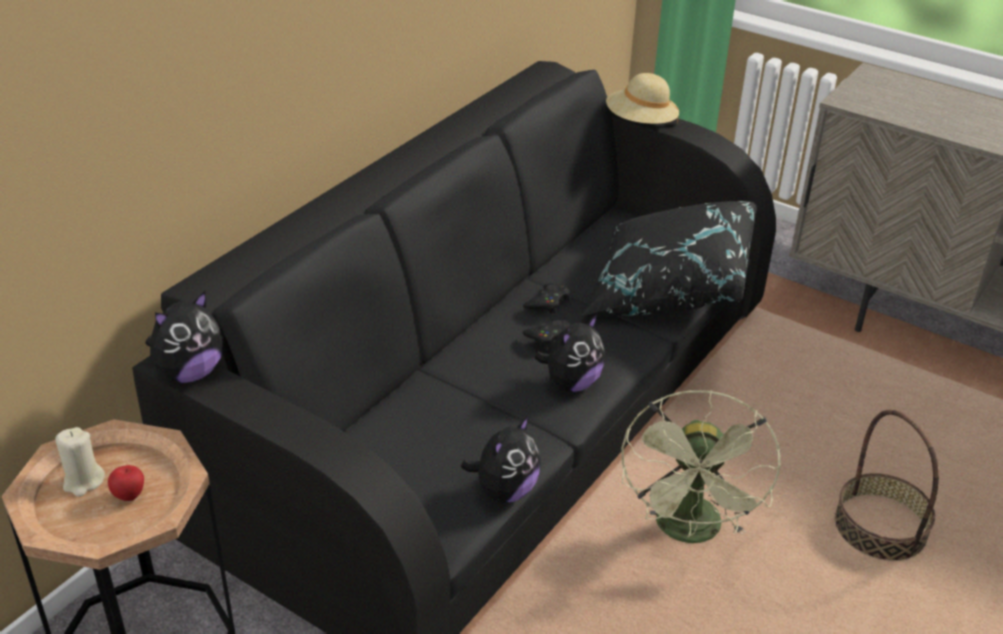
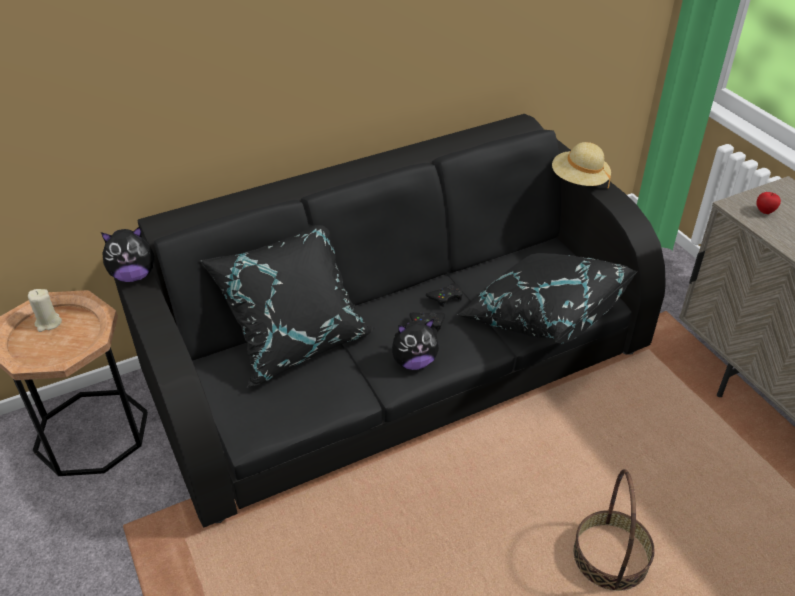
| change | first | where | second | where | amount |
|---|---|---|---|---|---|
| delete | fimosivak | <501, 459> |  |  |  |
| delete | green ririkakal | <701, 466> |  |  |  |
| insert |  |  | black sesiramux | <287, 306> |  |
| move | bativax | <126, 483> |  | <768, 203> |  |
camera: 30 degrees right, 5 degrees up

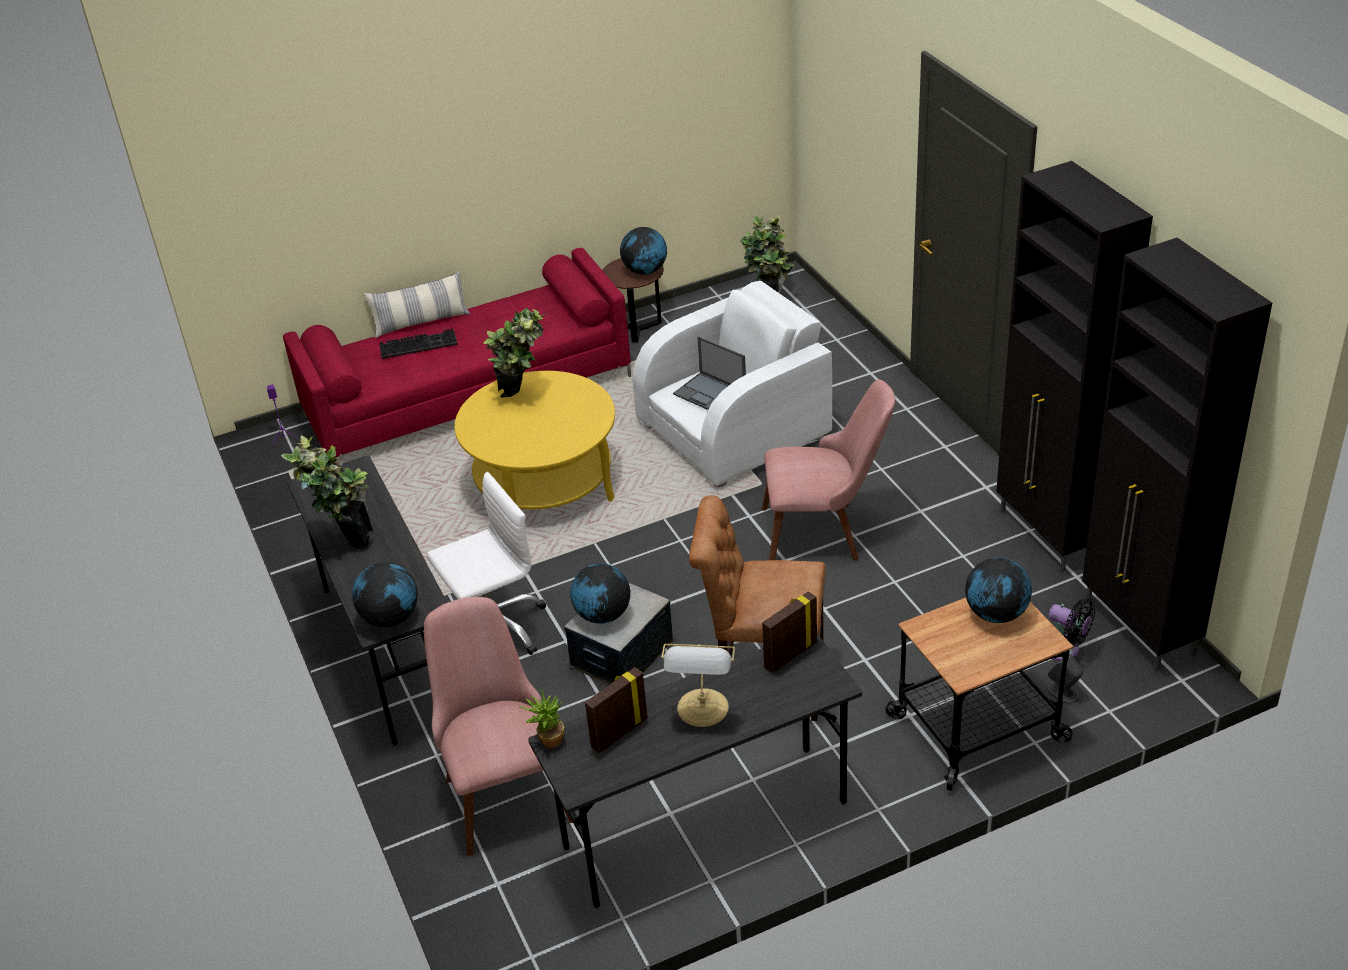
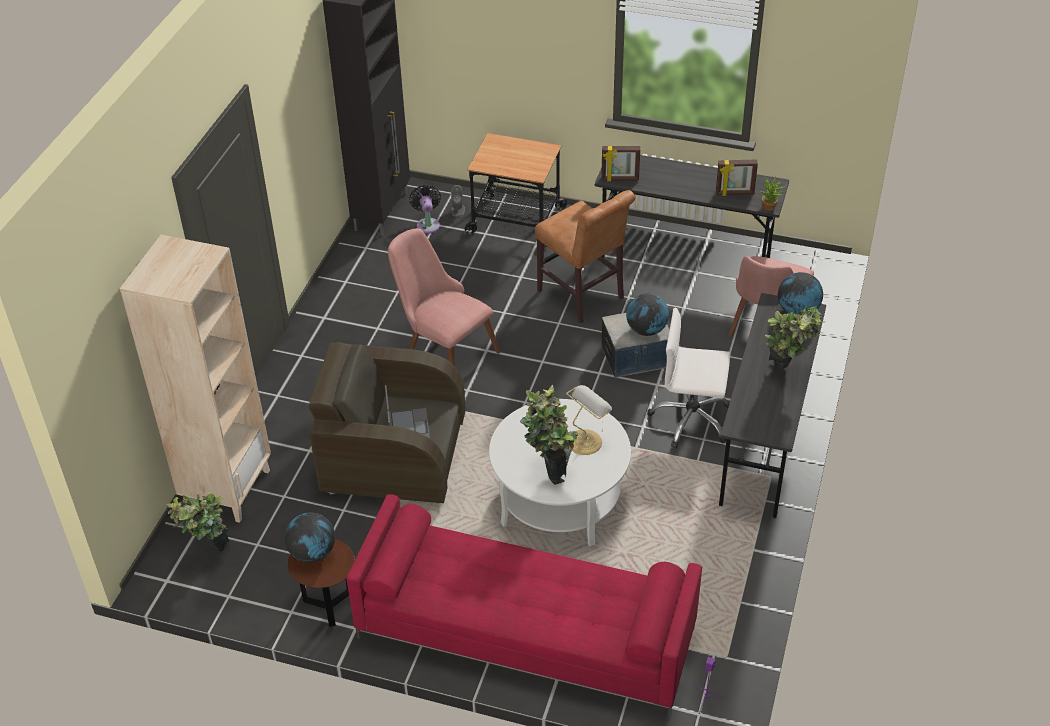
| change | first | where | second | where | amount |
|---|---|---|---|---|---|
| delete | sesiramux | <417, 304> |  |  |  |
| delete | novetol | <418, 343> |  |  |  |
| delete | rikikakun | <998, 590> |  |  |  |
| delete | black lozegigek | <1074, 367> |  |  |  |
| insert |  |  | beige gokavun | <195, 379> |  |
| move | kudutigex | <698, 685> |  | <589, 420> |  |
| recolor | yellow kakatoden | <535, 440> | white kakatoden | <560, 472> |  |
| recolor | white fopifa | <732, 384> | brown fopifa | <387, 423> |  |
camera: 140 degrees left, 5 degrees up

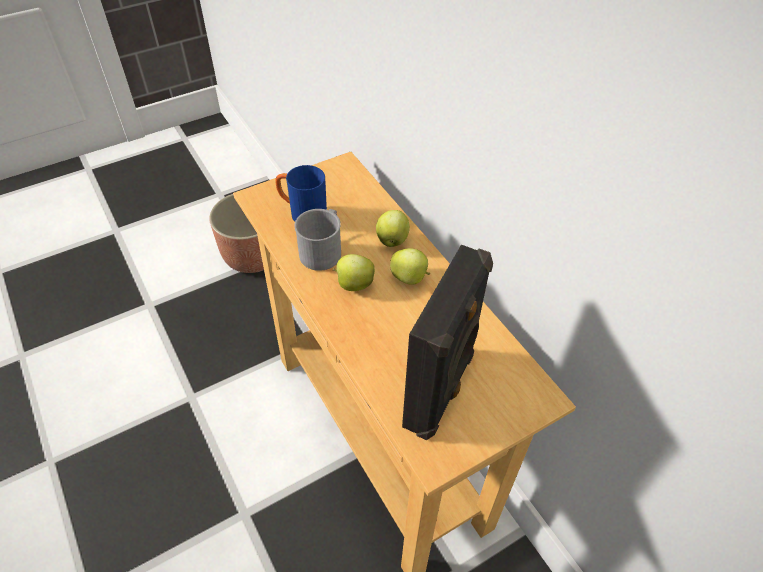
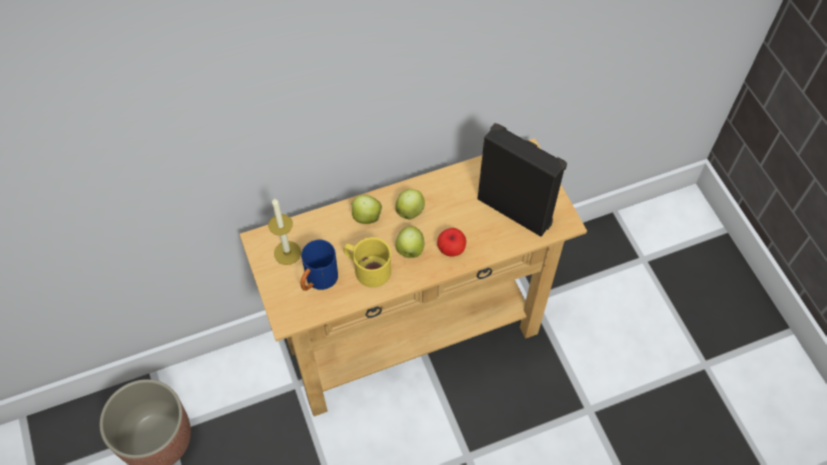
| change | first | where | second | where | amount |
|---|---|---|---|---|---|
| insert |  |  | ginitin | <284, 231> |  |
| insert |  |  | bativax | <451, 242> |  |
| recolor | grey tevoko | <317, 240> | yellow tevoko | <367, 262> |  |
camera: 80 degrees left, 10 degrees up

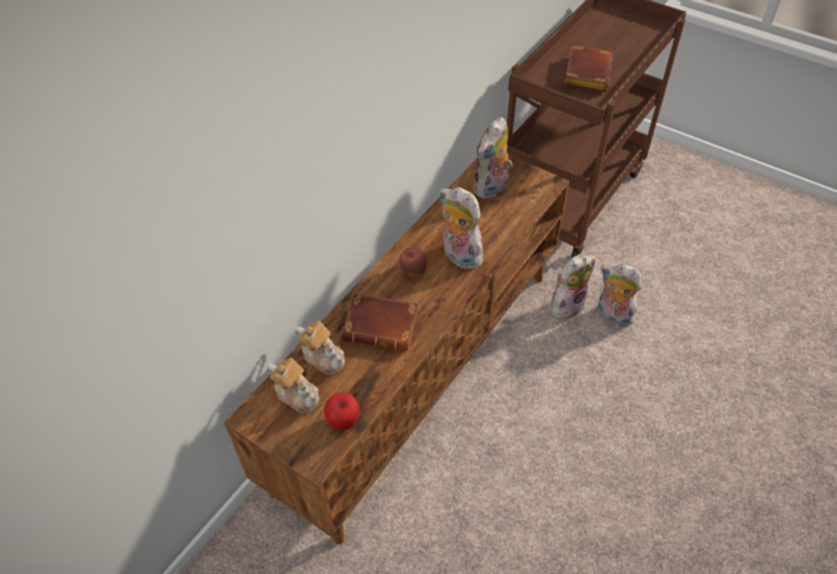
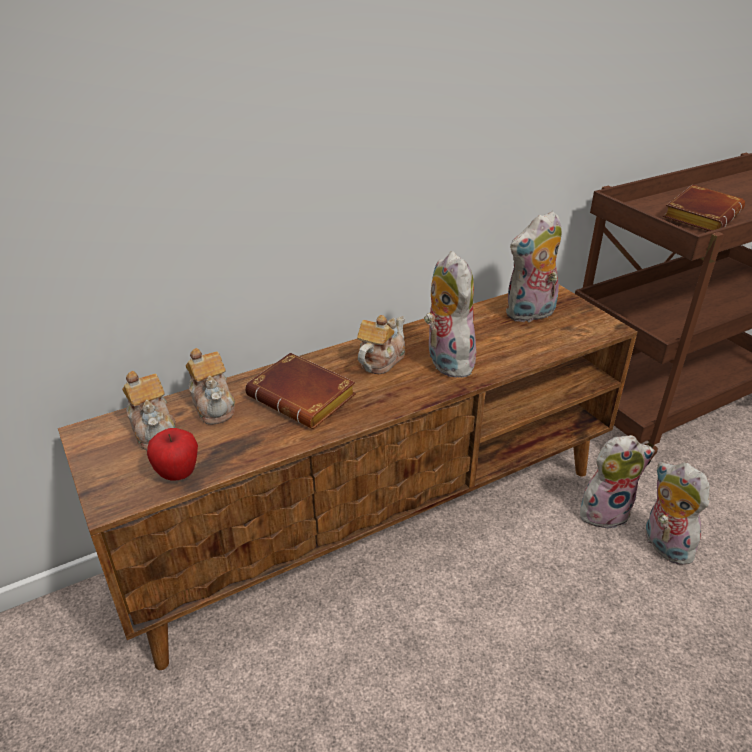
| change | first | where | second | where | amount |
|---|---|---|---|---|---|
| replace | bativax | <413, 262> | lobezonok | <381, 344> |  |
camera: 25 degrees right, 15 degrees down

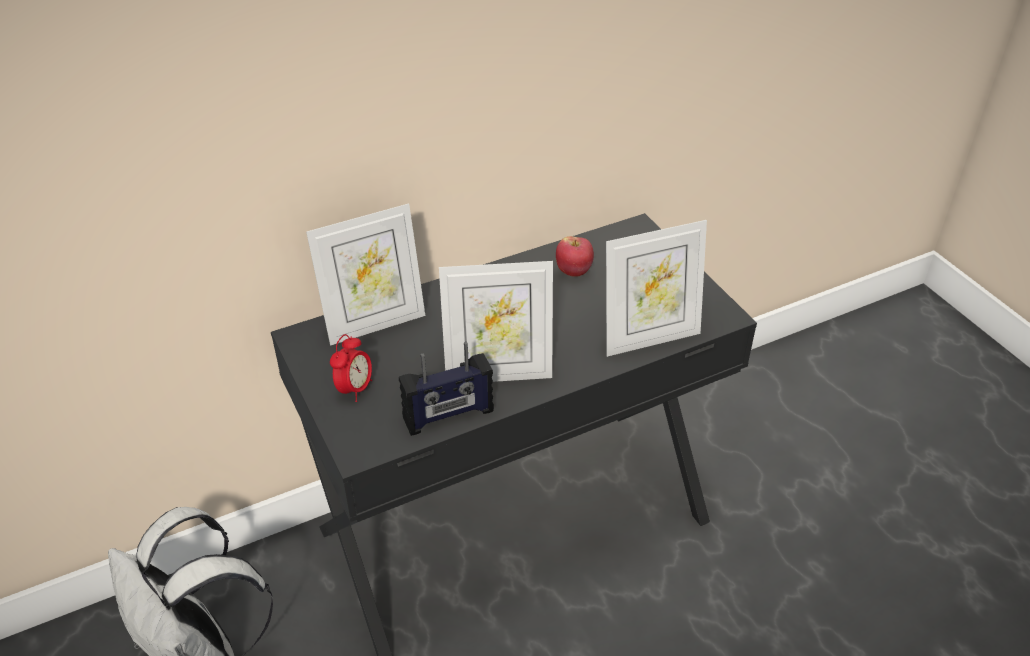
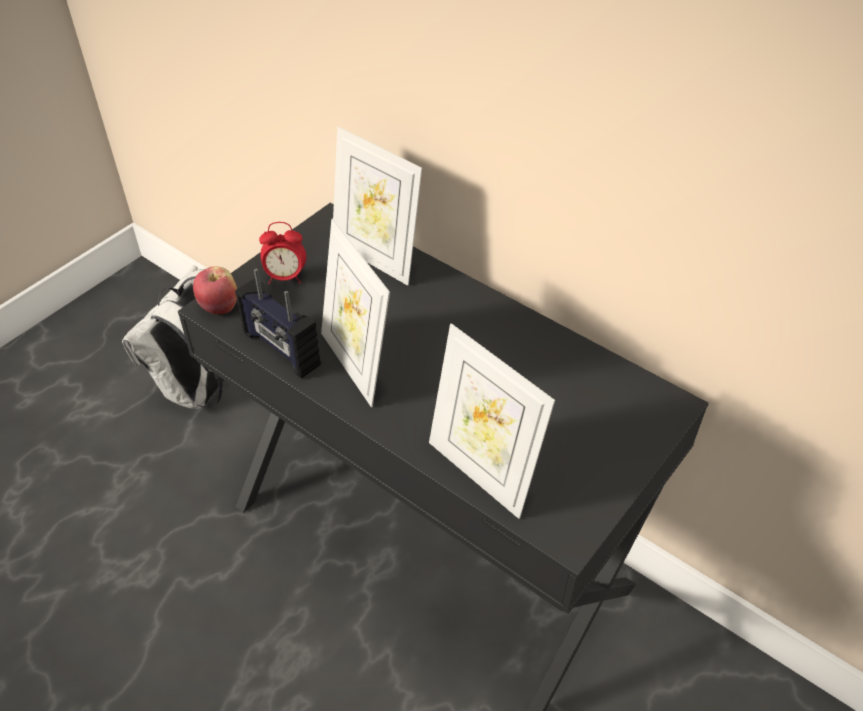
| change | first | where | second | where | amount |
|---|---|---|---|---|---|
| move | bativax | <575, 256> |  | <215, 290> |  |
camera: 65 degrees right, 5 degrees up

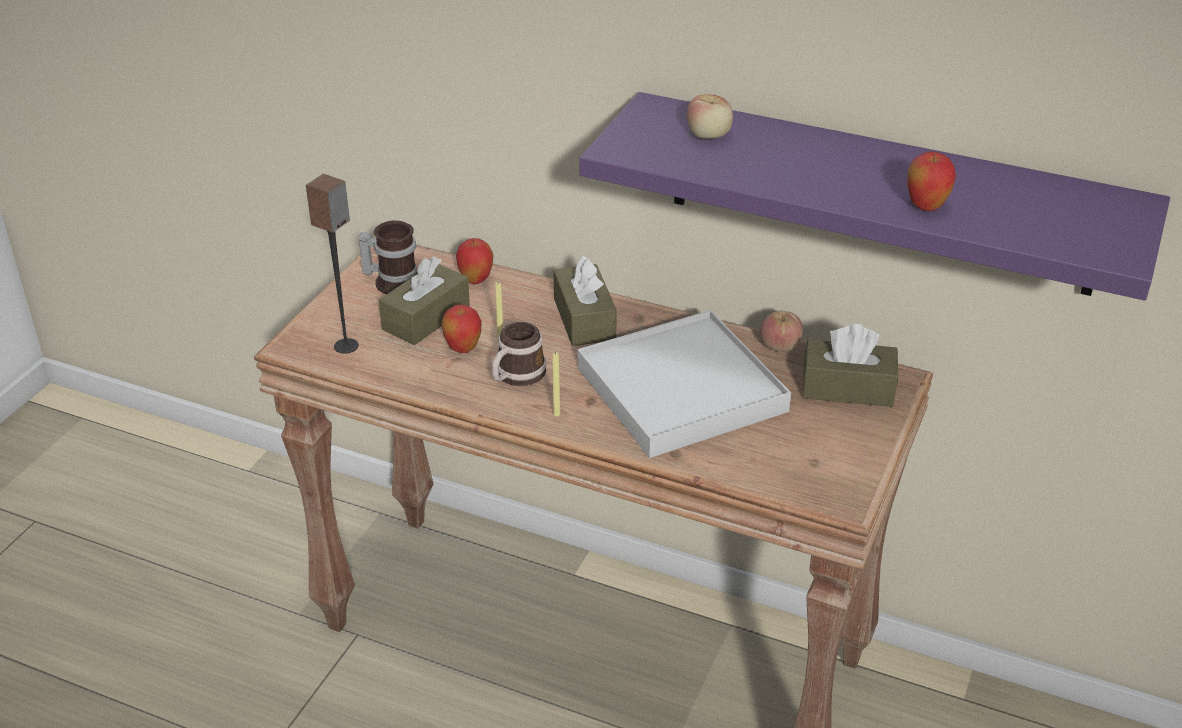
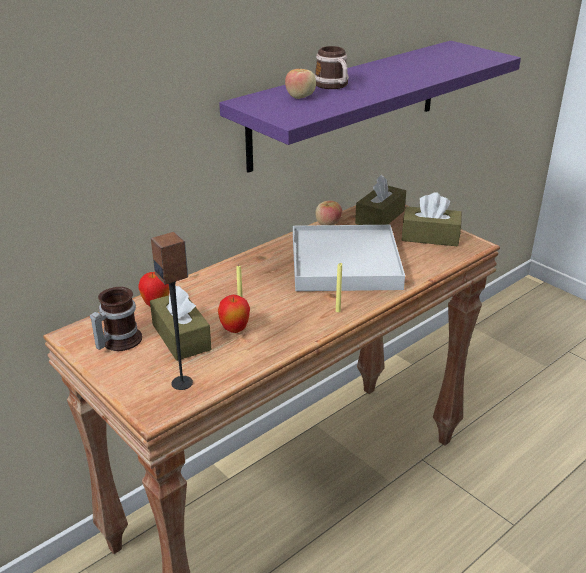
| change | first | where | second | where | amount |
|---|---|---|---|---|---|
| delete | bativax | <931, 181> |  |  |  |
| move | tevoko | <519, 354> |  | <331, 67> |  |
| move | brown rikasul | <585, 300> |  | <432, 219> |  |
camera: 65 degrees left, 5 degrees down

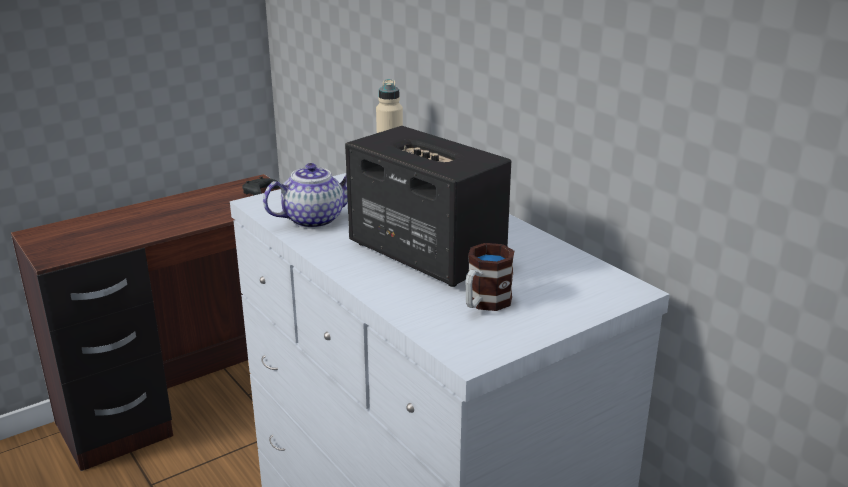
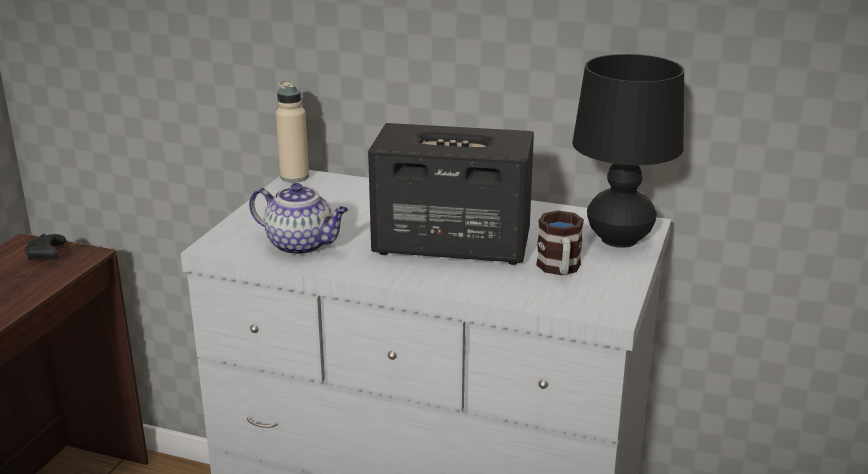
| change | first | where | second | where | amount |
|---|---|---|---|---|---|
| insert |  |  | black kudutigex | <628, 151> |  |
| rotate | lobezonok | <305, 196> |  | <298, 219> | 90 degrees clockwise |
camera: 35 degrees left, 0 degrees up

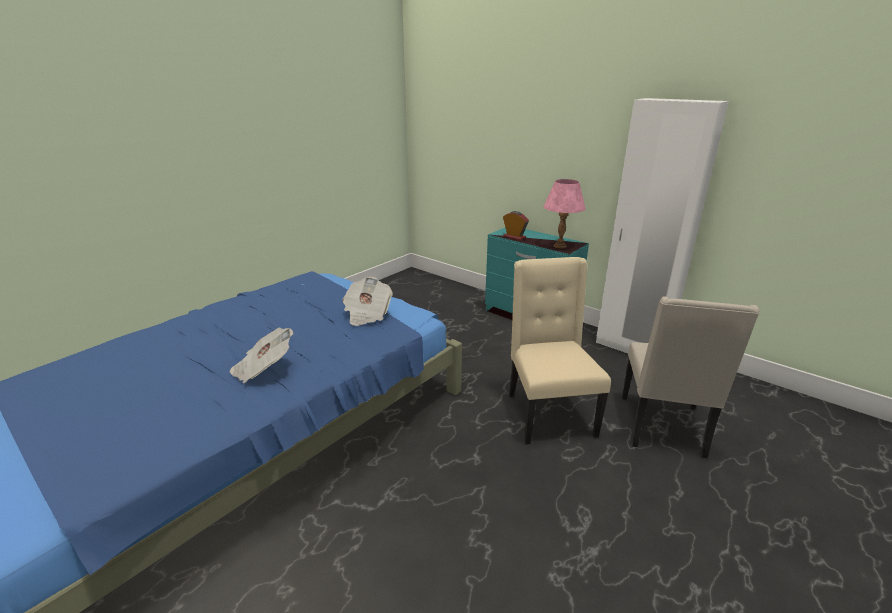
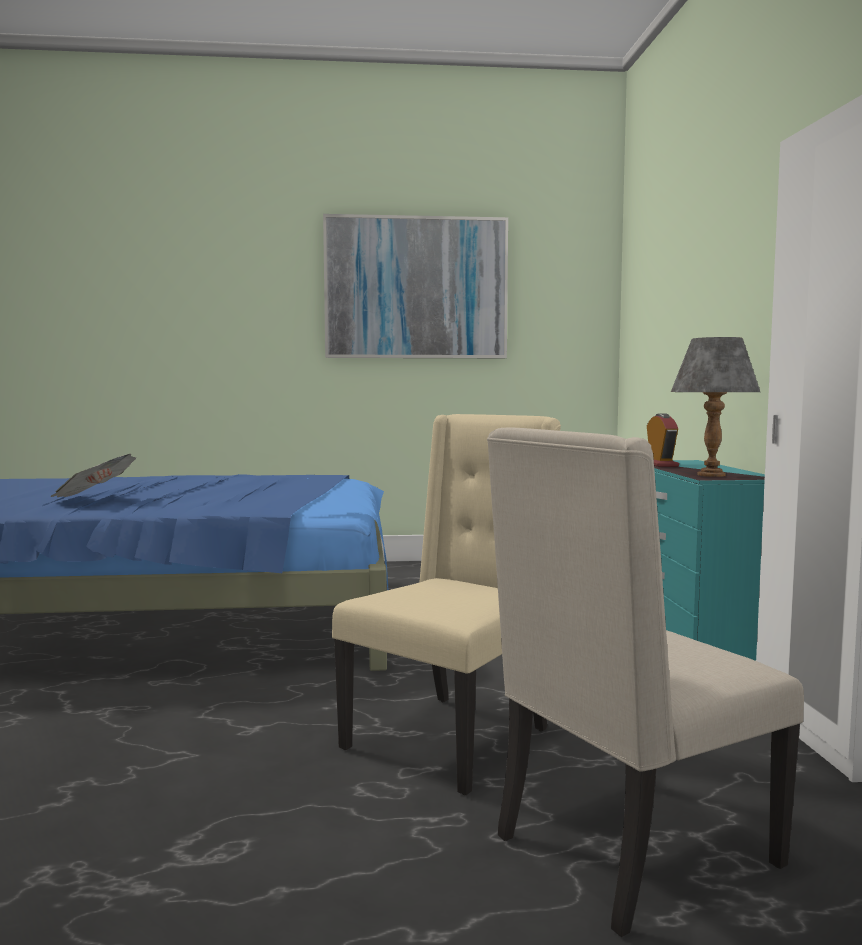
| change | first | where | second | where | amount |
|---|---|---|---|---|---|
| delete | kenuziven | <368, 301> |  |  |  |
| insert |  |  | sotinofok | <415, 286> |  |
| recolor | pink kudutigex | <565, 214> | grey kudutigex | <715, 407> |  |
camera: 45 degrees right, 20 degrees down

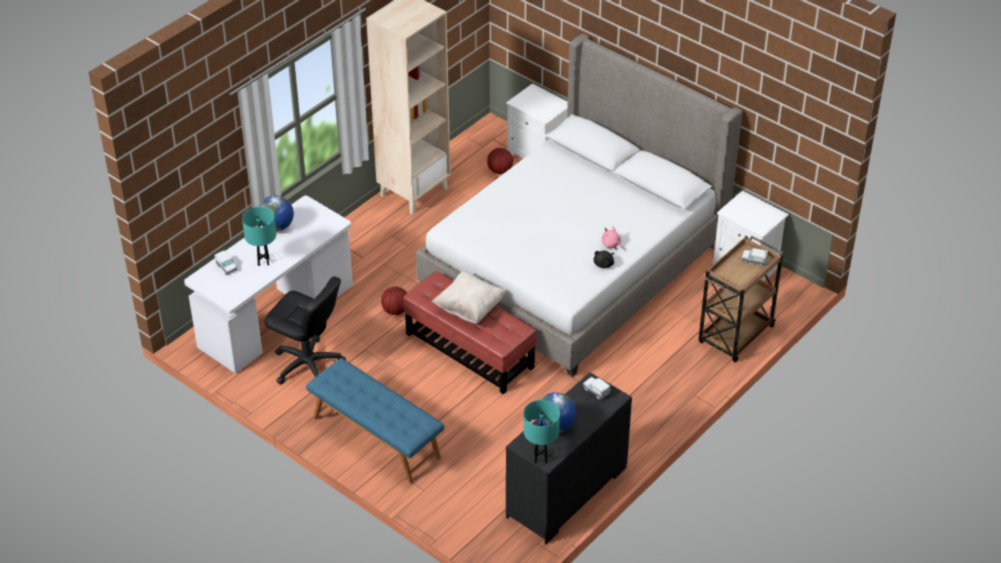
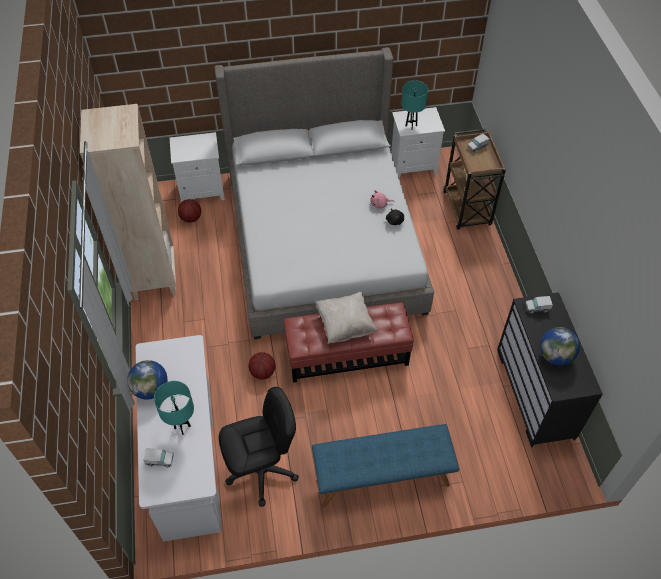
| change | first | where | second | where | amount |
|---|---|---|---|---|---|
| move | turquoise kudutigex | <542, 431> |  | <414, 105> |  |
camera: 50 degrees left, 10 degrees up

